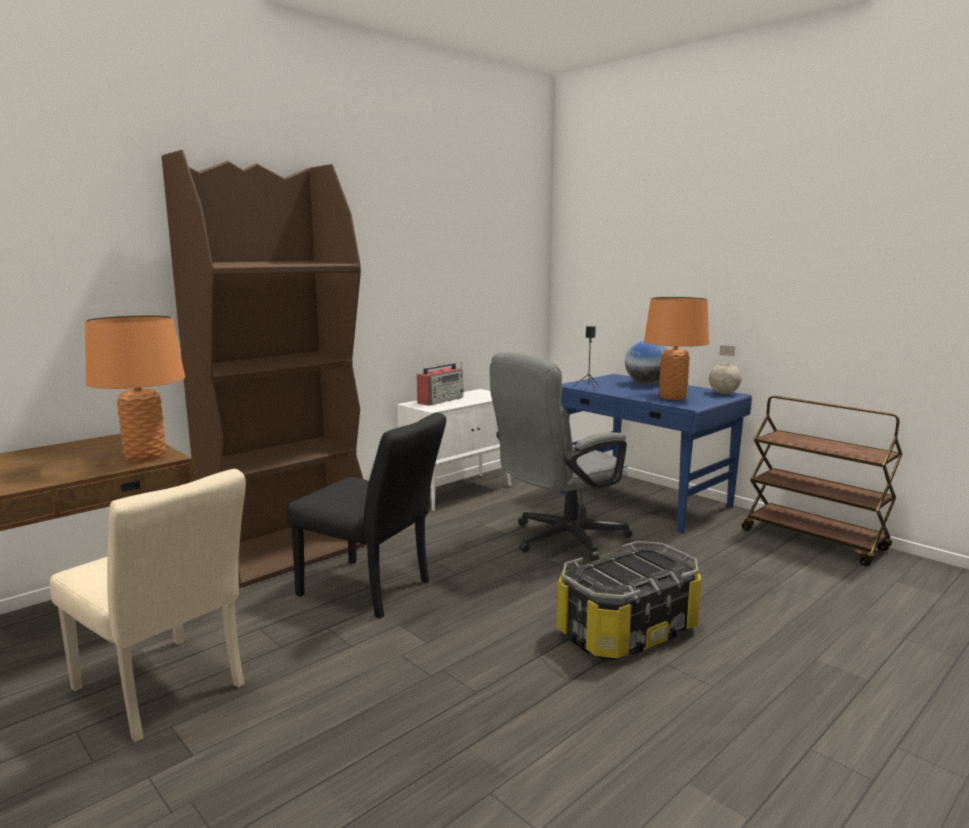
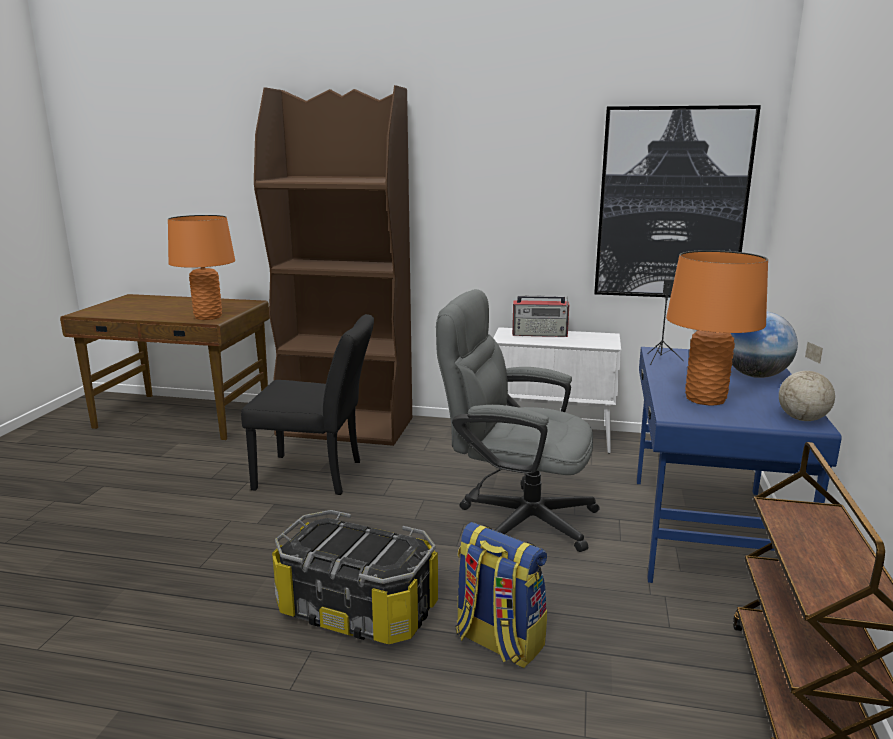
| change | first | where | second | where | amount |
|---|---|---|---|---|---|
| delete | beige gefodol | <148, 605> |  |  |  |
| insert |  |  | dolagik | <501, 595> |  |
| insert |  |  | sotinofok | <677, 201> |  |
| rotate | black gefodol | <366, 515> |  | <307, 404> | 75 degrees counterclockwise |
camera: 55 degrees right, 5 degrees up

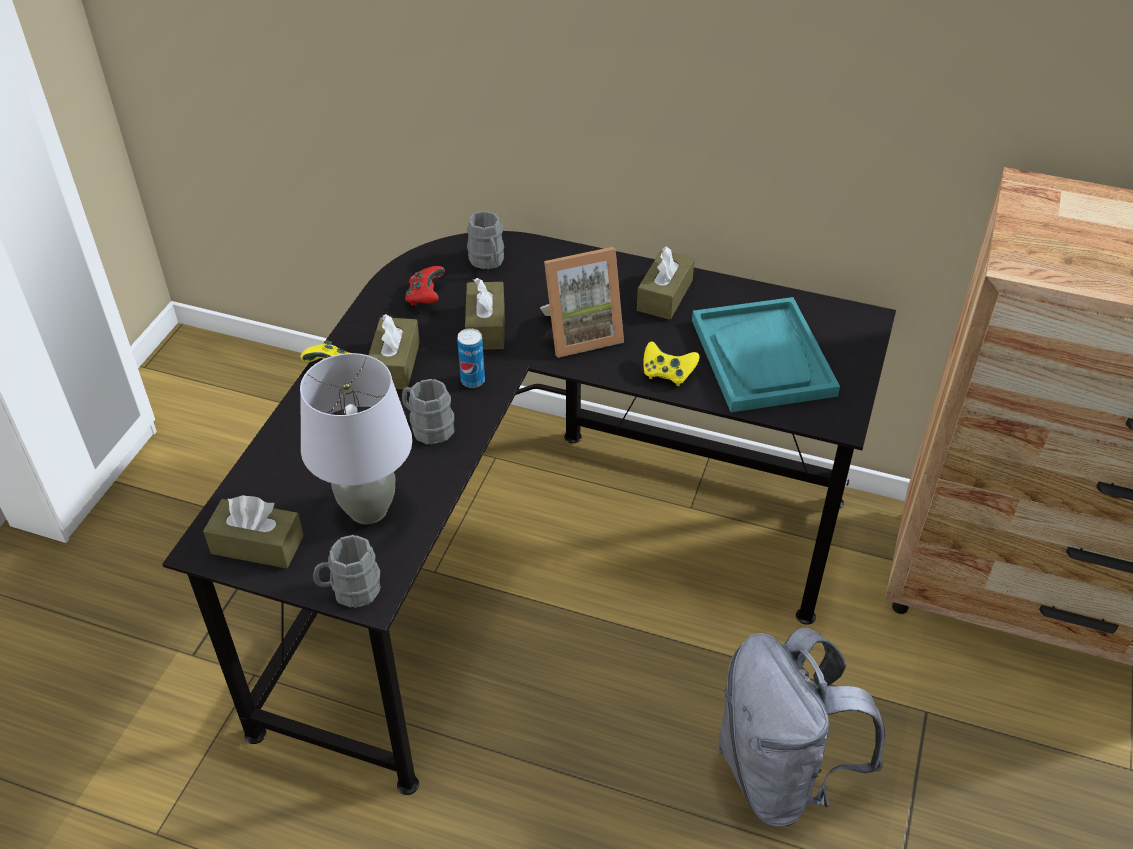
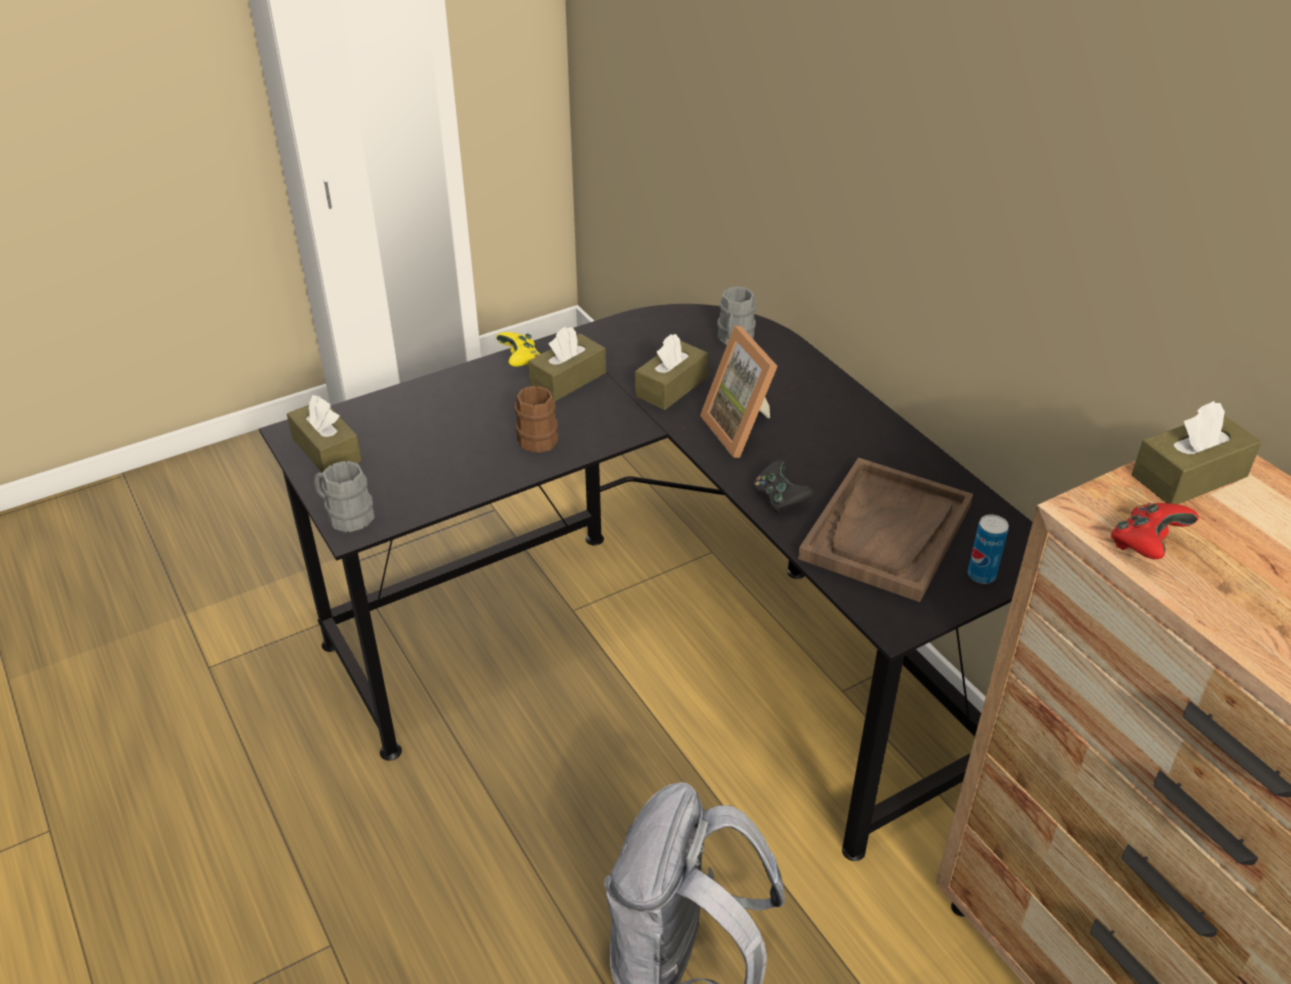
| change | first | where | second | where | amount |
|---|---|---|---|---|---|
| delete | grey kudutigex | <356, 439> |  |  |  |
| move | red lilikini | <425, 286> |  | <1155, 531> |  |
| move | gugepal | <471, 358> |  | <988, 549> |  |
| move | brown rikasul | <666, 283> |  | <1197, 452> |  |
| recolor | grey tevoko | <428, 412> | brown tevoko | <536, 419> |  |
| recolor | yellow lilikini | <671, 363> | black lilikini | <783, 487> |  |
| recolor | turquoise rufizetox | <766, 354> | brown rufizetox | <885, 530> |  |
| rotate | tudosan | <582, 302> |  | <739, 392> | 45 degrees clockwise |
camera: 40 degrees right, 5 degrees down

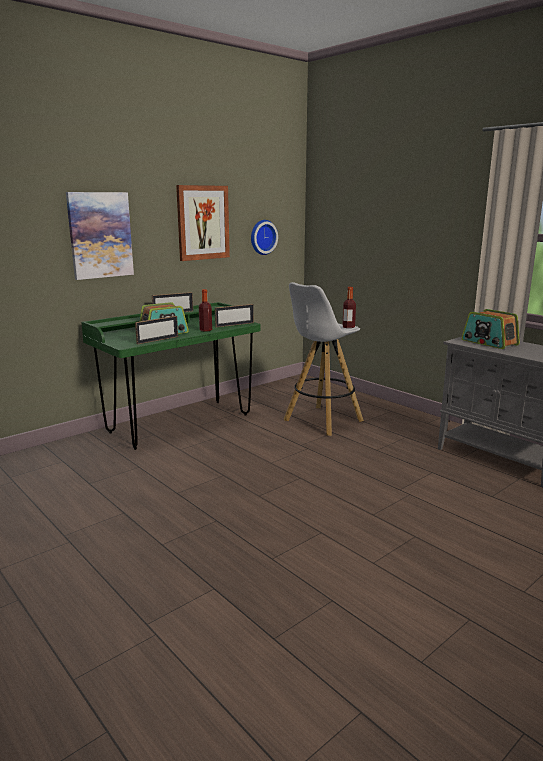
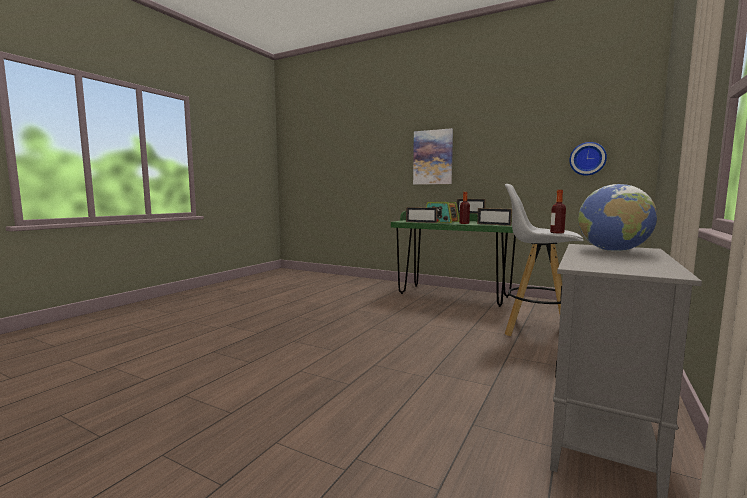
| change | first | where | second | where | amount |
|---|---|---|---|---|---|
| delete | sotinofok | <203, 223> |  |  |  |
| replace | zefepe | <490, 329> | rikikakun | <617, 218> |  |
camera: 70 degrees right, 10 degrees down

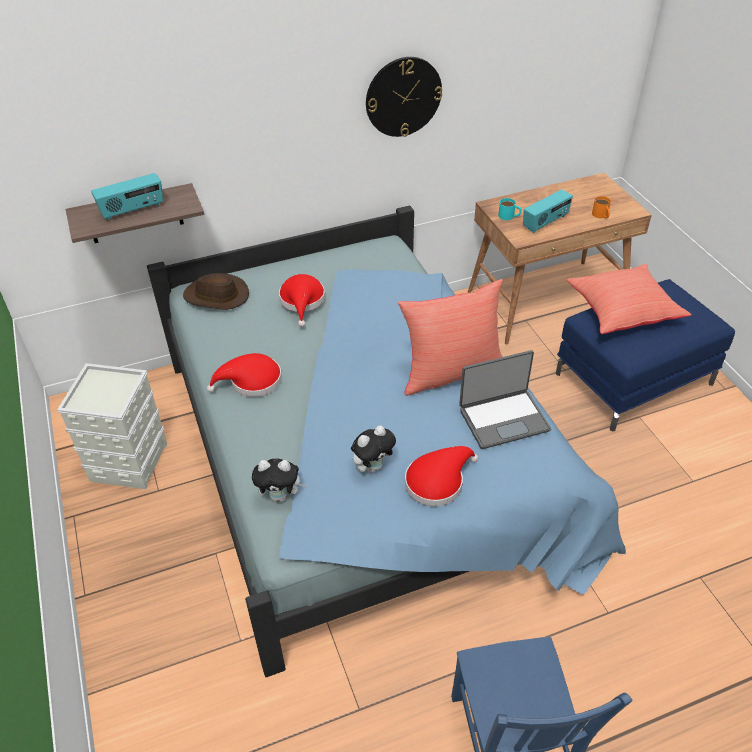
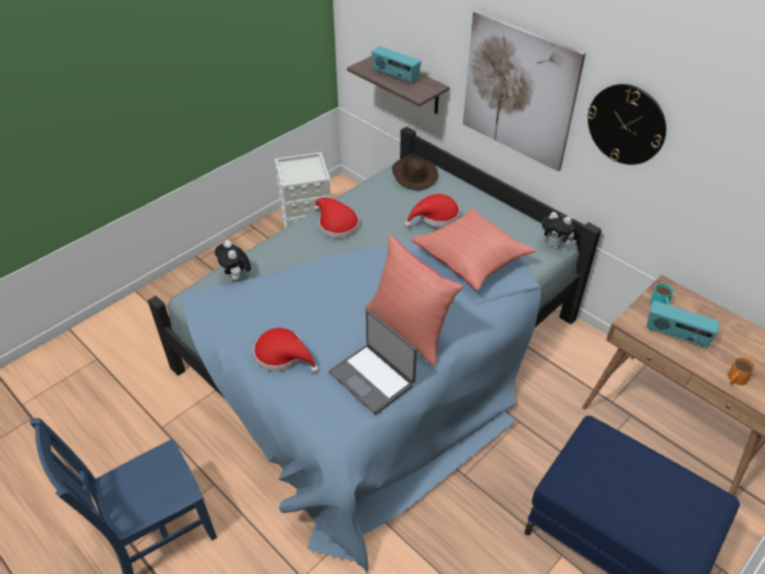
| change | first | where | second | where | amount |
|---|---|---|---|---|---|
| insert |  |  | sotinofok | <524, 91> |  |
| move | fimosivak | <373, 449> |  | <559, 230> |  |
| move | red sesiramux | <628, 299> |  | <474, 249> |  |
camera: 65 degrees right, 0 degrees up

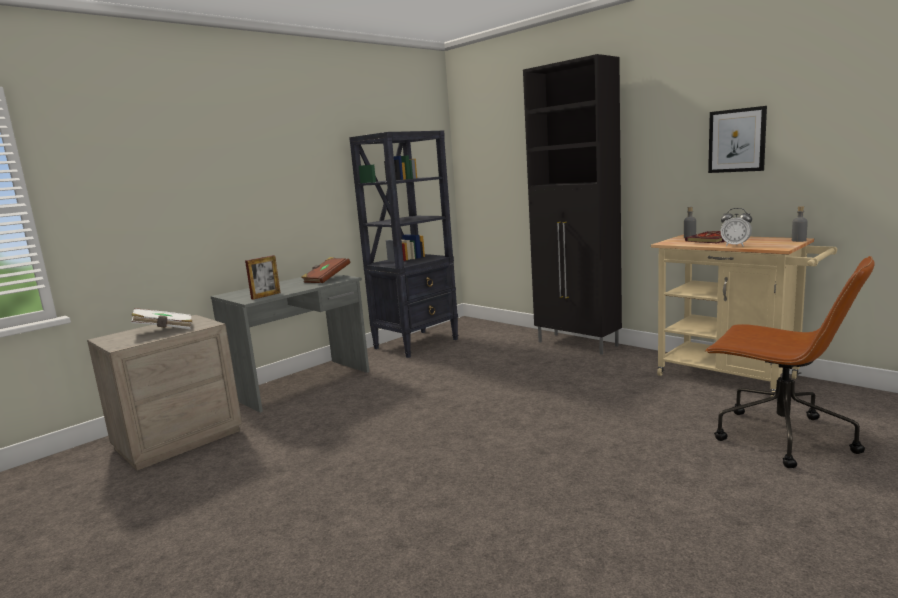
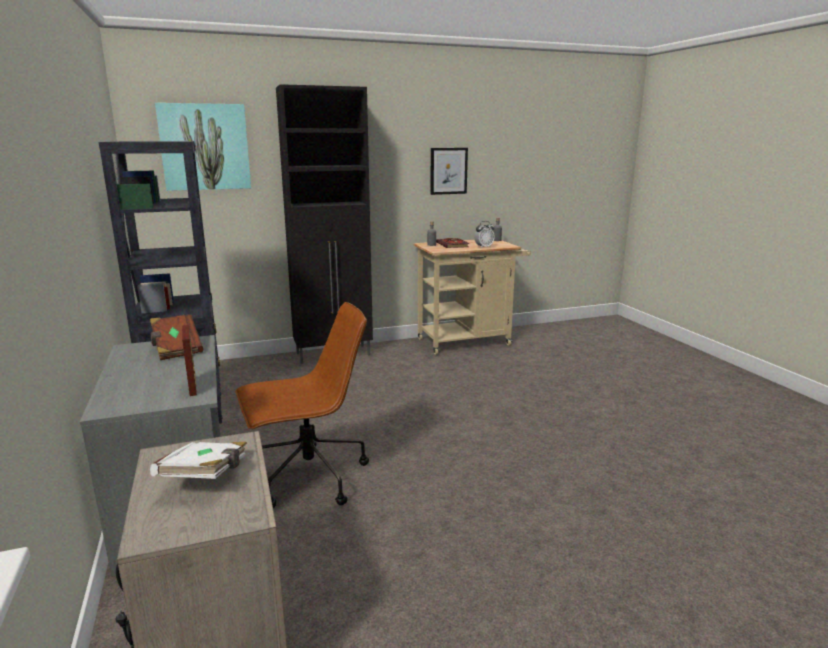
| change | first | where | second | where | amount |
|---|---|---|---|---|---|
| insert |  |  | sotinofok | <203, 147> |  |
| move | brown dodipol | <790, 362> |  | <302, 405> |  |
camera: 65 degrees left, 5 degrees up

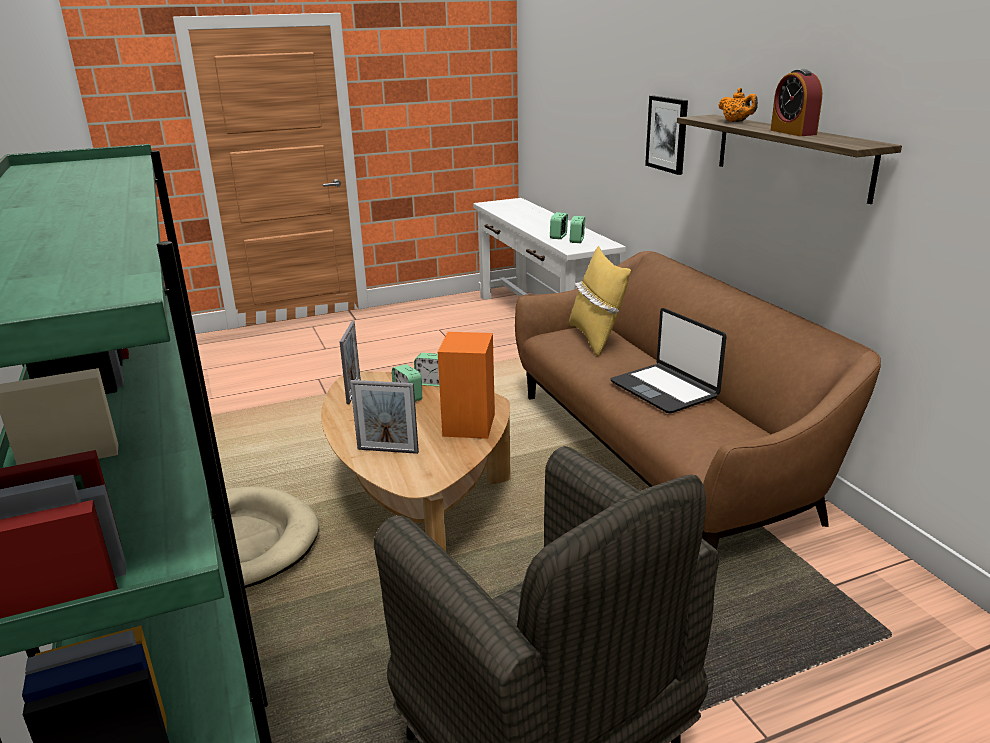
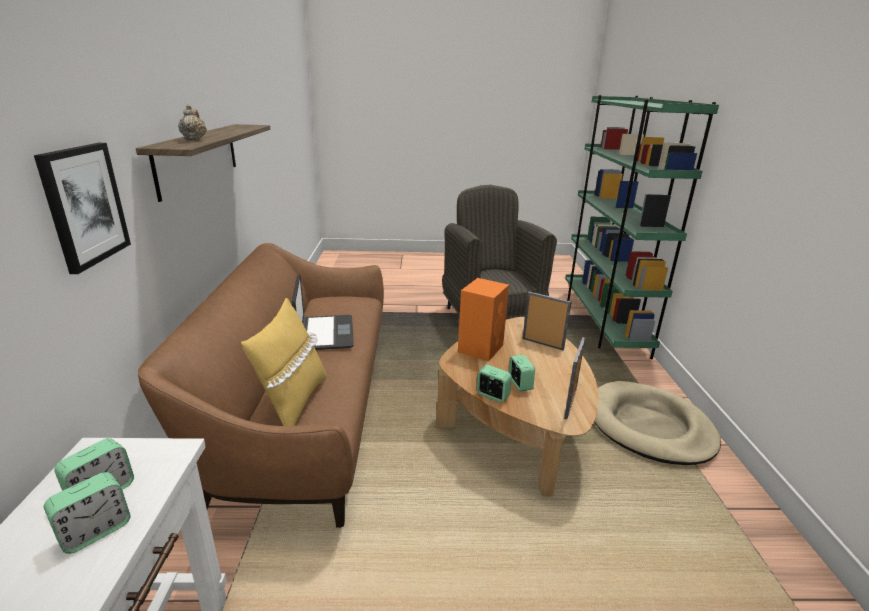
| change | first | where | second | where | amount |
|---|---|---|---|---|---|
| delete | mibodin | <796, 102> |  |  |  |
| recolor | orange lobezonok | <738, 105> | beige lobezonok | <192, 122> |  |
camera: 160 degrees left, 0 degrees up

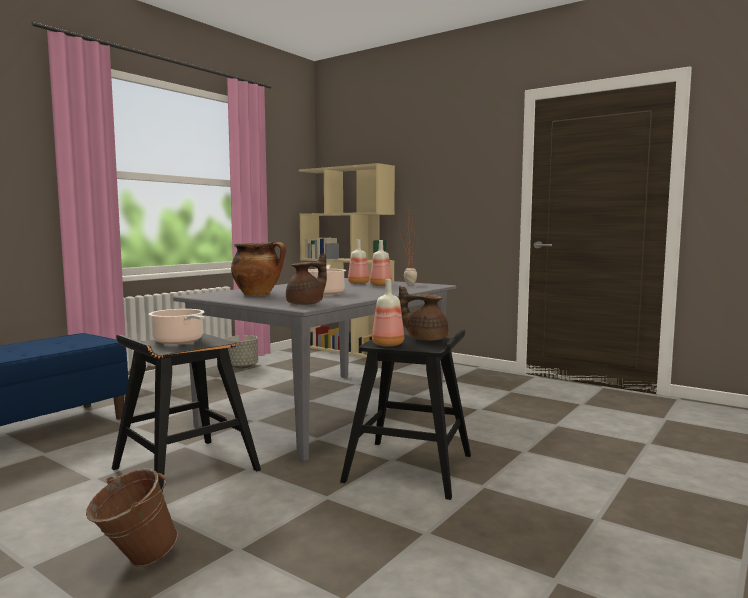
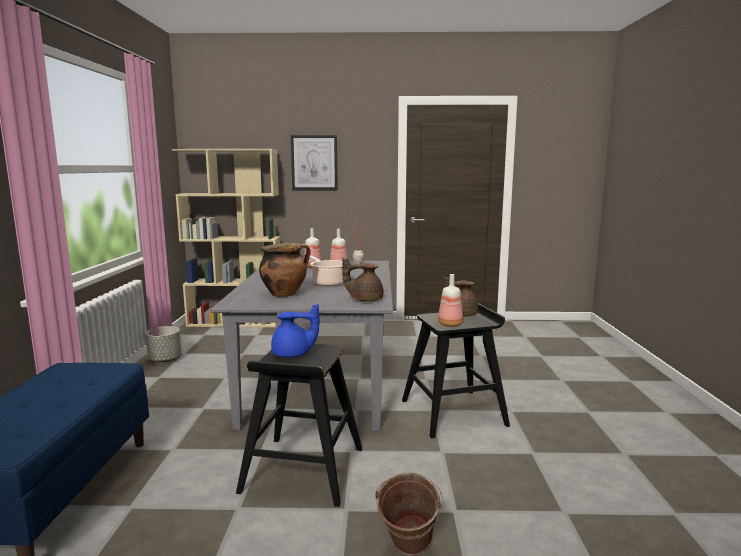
| change | first | where | second | where | amount |
|---|---|---|---|---|---|
| insert |  |  | sotinofok | <314, 162> |  |
| replace | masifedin | <176, 326> | blue lobezonok | <295, 331> |  |
| rotate | brown lobezonok | <306, 279> |  | <362, 280> | 105 degrees counterclockwise |
camera: 35 degrees left, 5 degrees up

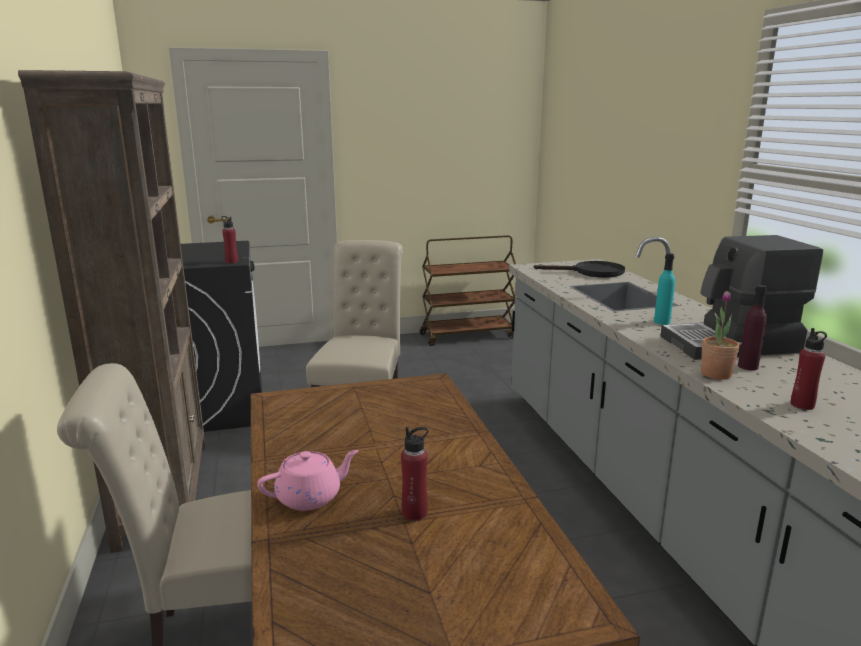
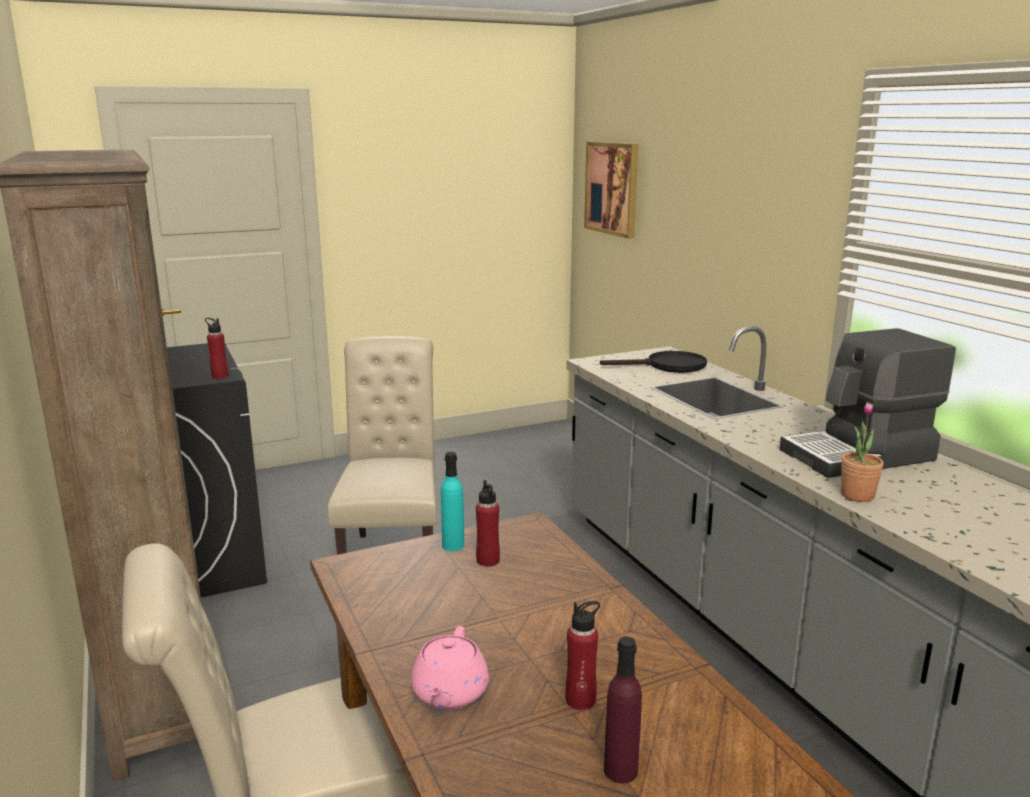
| change | first | where | second | where | amount |
|---|---|---|---|---|---|
| delete | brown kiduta | <467, 290> |  |  |  |
| insert |  |  | sotinofok | <611, 190> |  |
| move | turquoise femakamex | <664, 289> |  | <452, 501> |  |
| move | purple femakamex | <752, 327> |  | <623, 710> |  |
| move | red femakamex | <809, 369> |  | <488, 523> |  |
| rotate | pink lobezonok | <308, 480> |  | <450, 668> | 135 degrees clockwise |
camera: 10 degrees left, 0 degrees up

